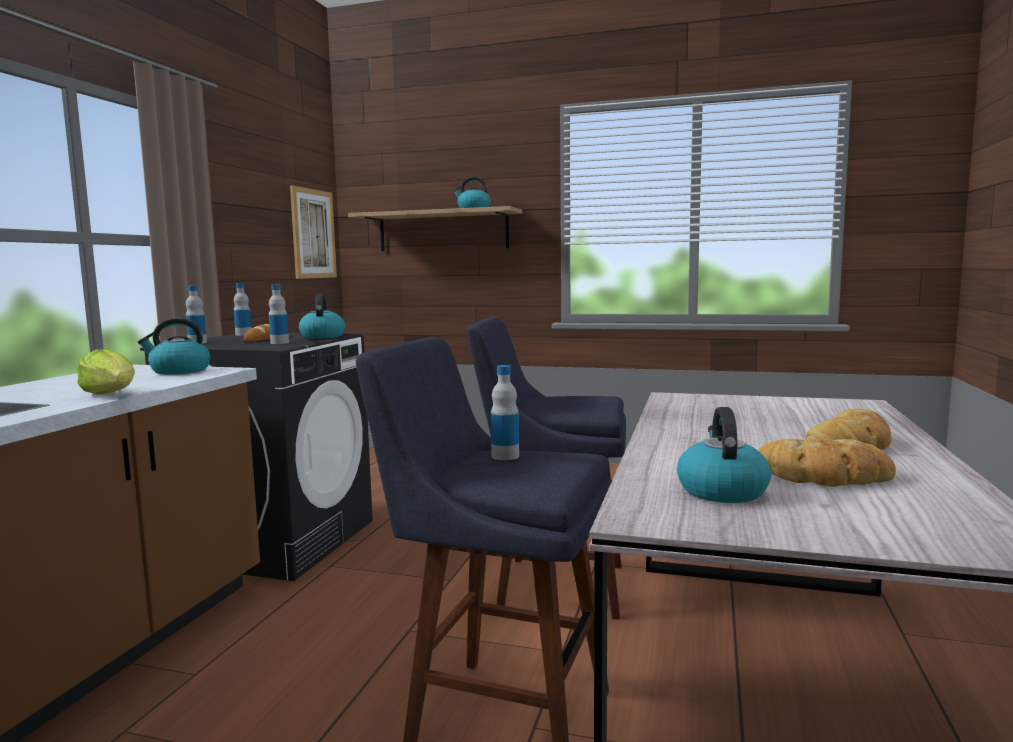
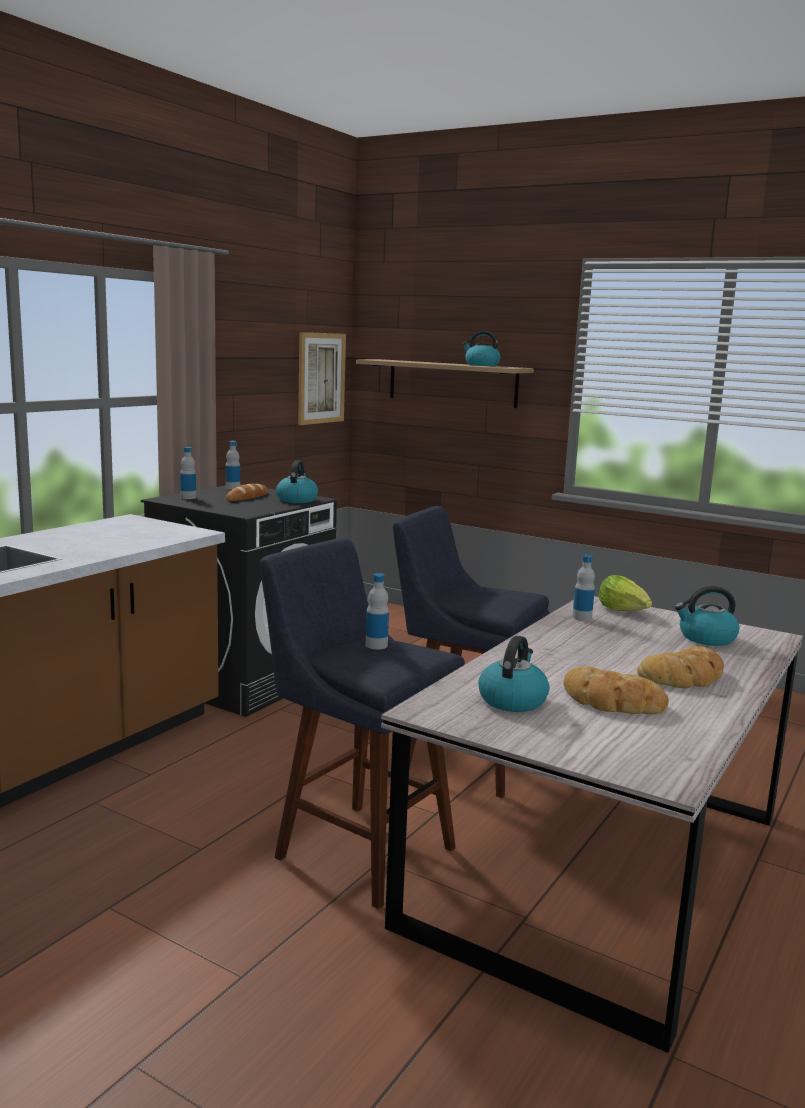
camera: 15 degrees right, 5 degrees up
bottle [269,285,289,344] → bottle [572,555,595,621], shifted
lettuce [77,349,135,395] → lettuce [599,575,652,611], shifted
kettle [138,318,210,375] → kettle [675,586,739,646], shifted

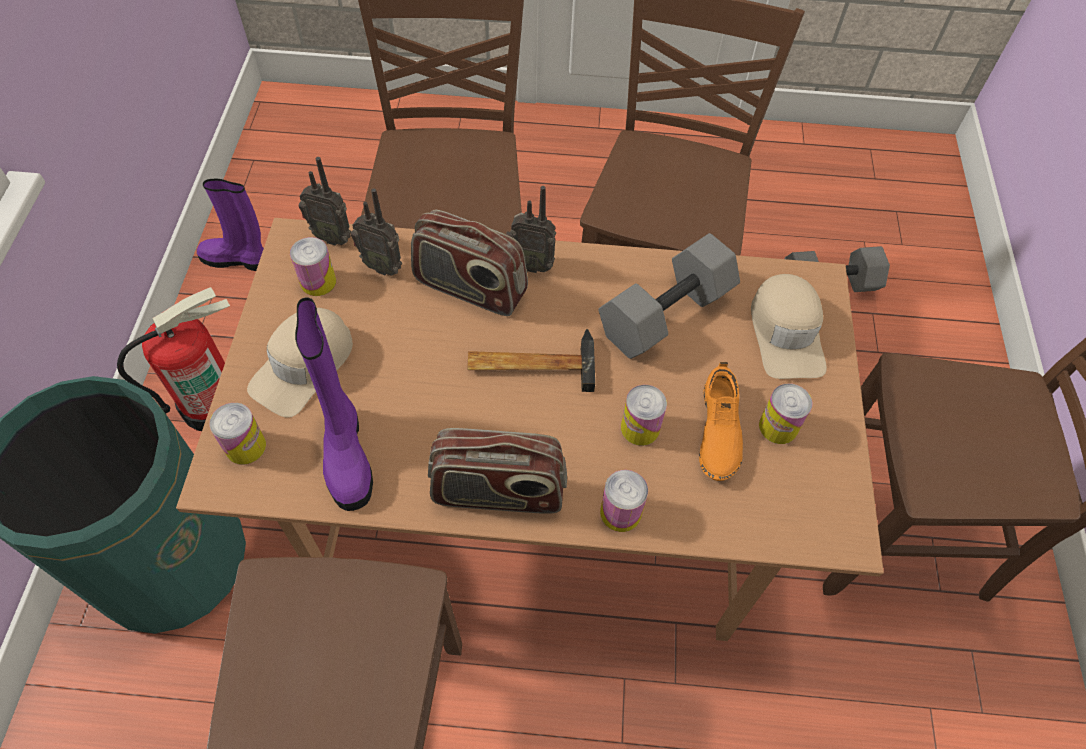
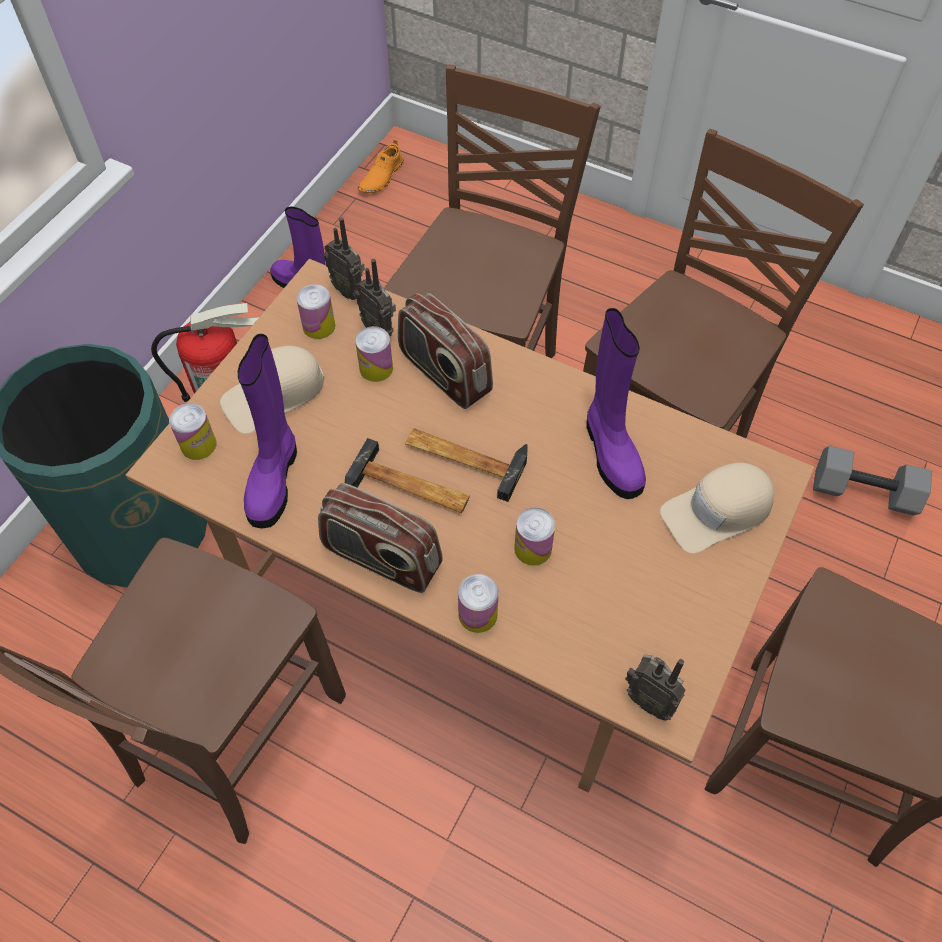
camera: 25 degrees right, 0 degrees up
- → hammer [344,438,470,513]
can [759,383,813,444] → can [355,326,393,382], shifted
orange_shoe [699,362,743,481] → orange_shoe [358,140,404,193], shifted
grey_dumbbell [599,233,740,359] → purple_boot [586,308,646,499]
radio [506,186,556,273] → radio [625,654,686,721], shifted
beige_cap [751,274,827,379] → beige_cap [660,463,774,553], 45 degrees clockwise

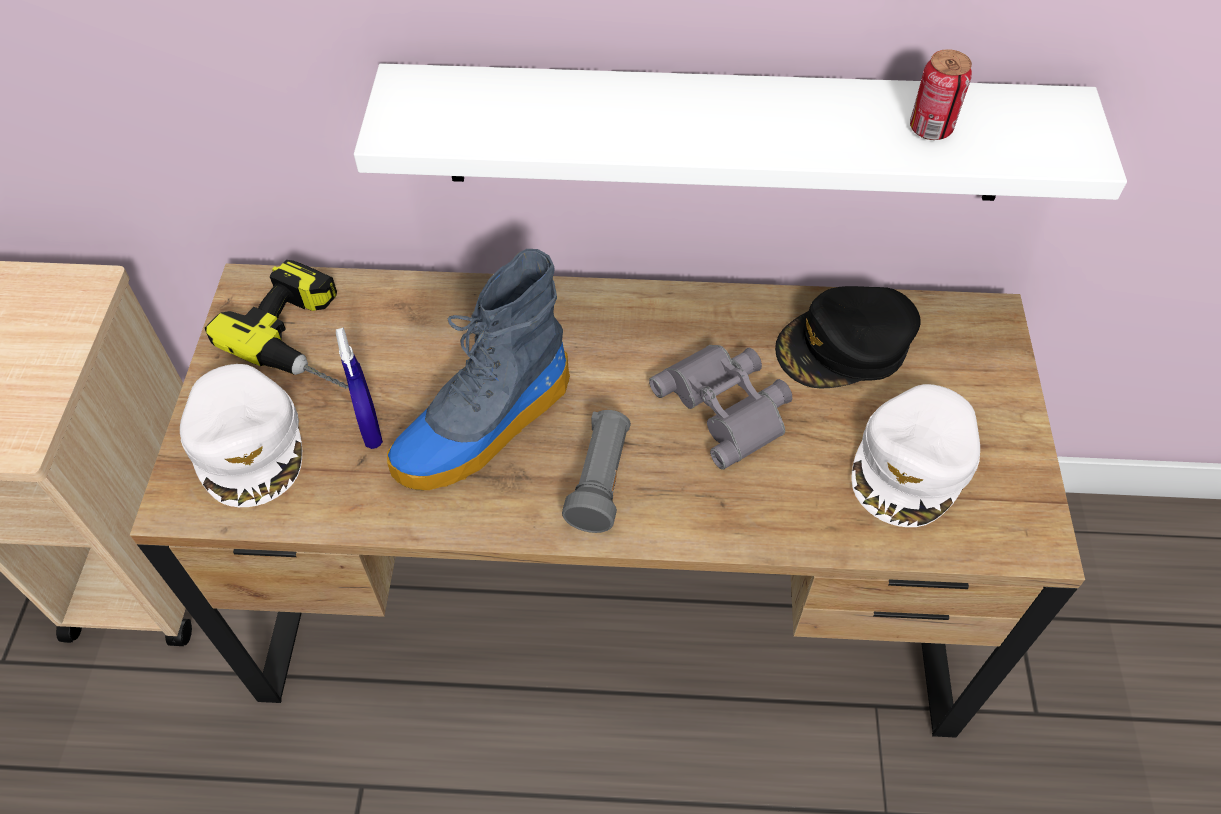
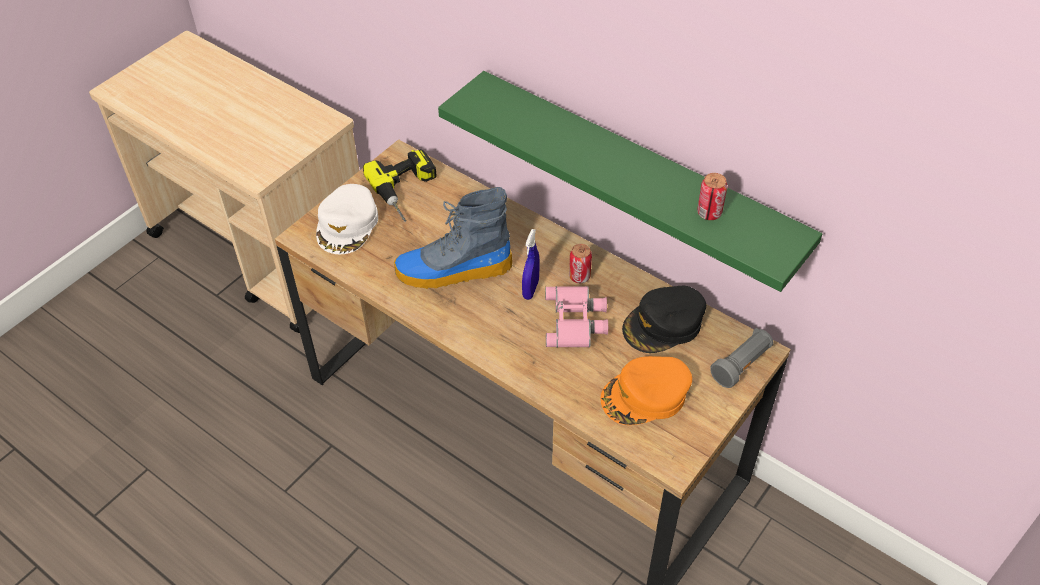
camera: 35 degrees right, 5 degrees down
white_shelf [354,63,1127,201] → green_shelf [438,71,822,292]
blue_spray_bottle [336,328,383,449] → blue_spray_bottle [522,229,539,300], shifted
grey_binoculars [649,345,792,470] → pink_binoculars [545,286,608,348]
- → can [569,244,592,283]
white_cap [851,384,980,527] → orange_cap [601,356,692,425]
black_cap [775,286,921,389] → black_cap [622,286,706,353], 45 degrees counterclockwise
grey_flashlight [562,410,631,533] → grey_flashlight [710,328,774,388], shifted

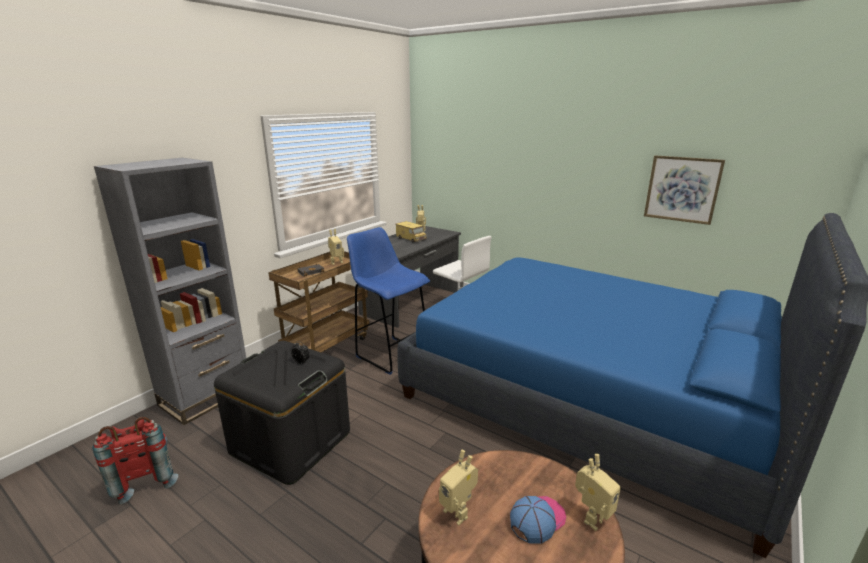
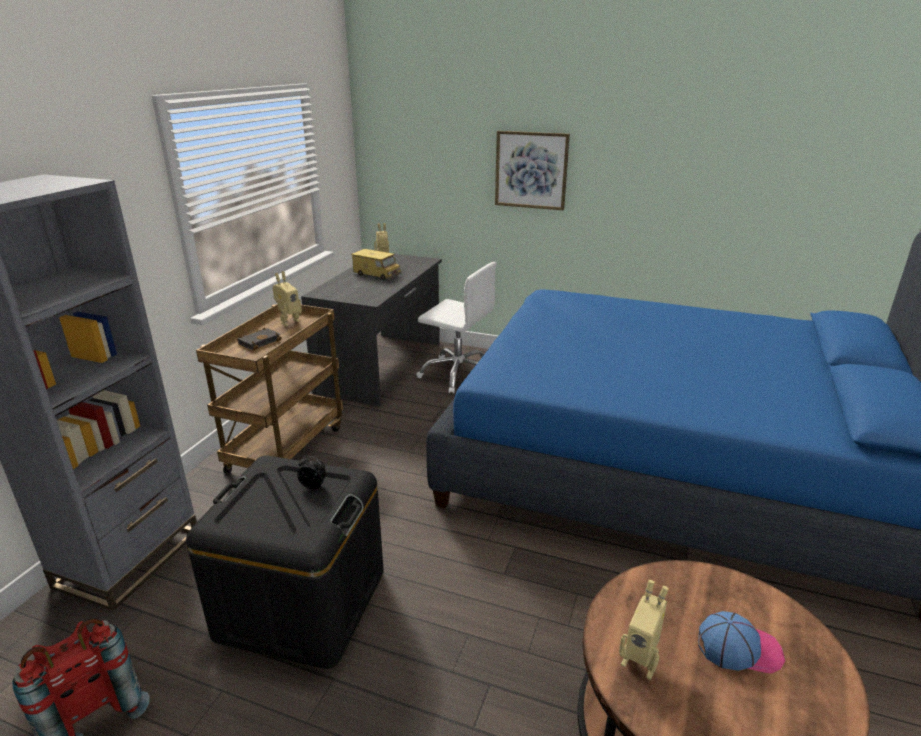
camera: 15 degrees left, 5 degrees up
picture [644,155,725,225] → picture [495,131,570,210], shifted
cap [510,496,566,544] → cap [698,611,785,674], 60 degrees clockwise
blue_stool [347,227,430,375] → -
toy_robot [575,454,621,531] → -

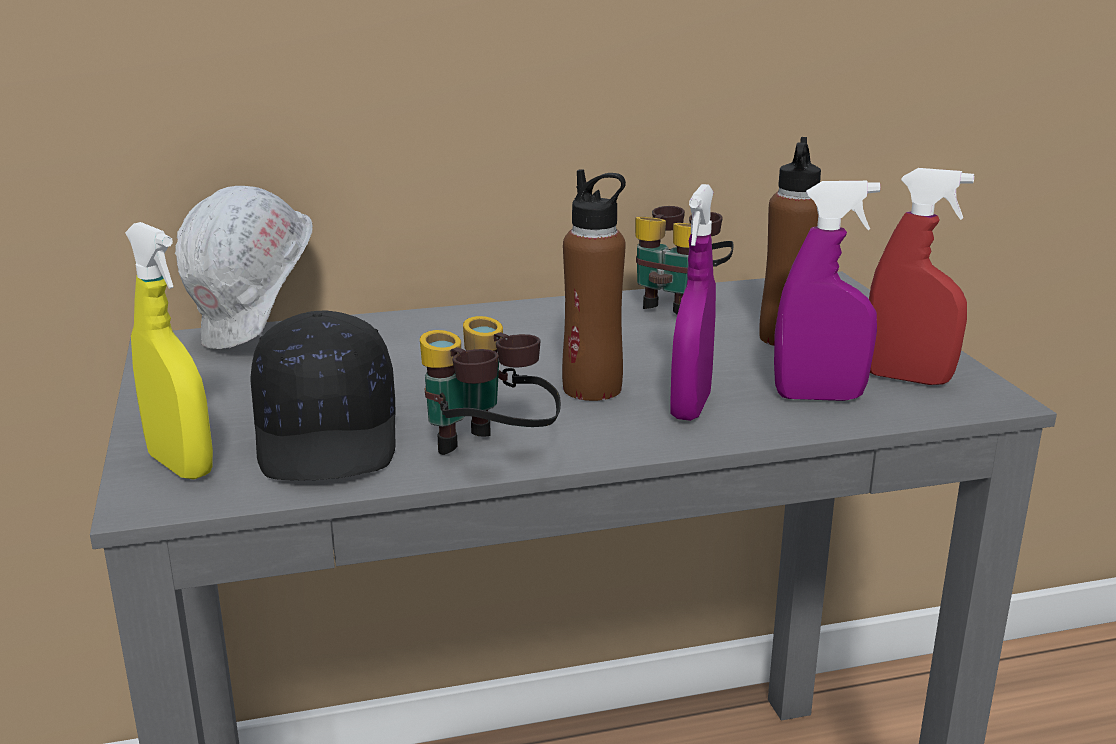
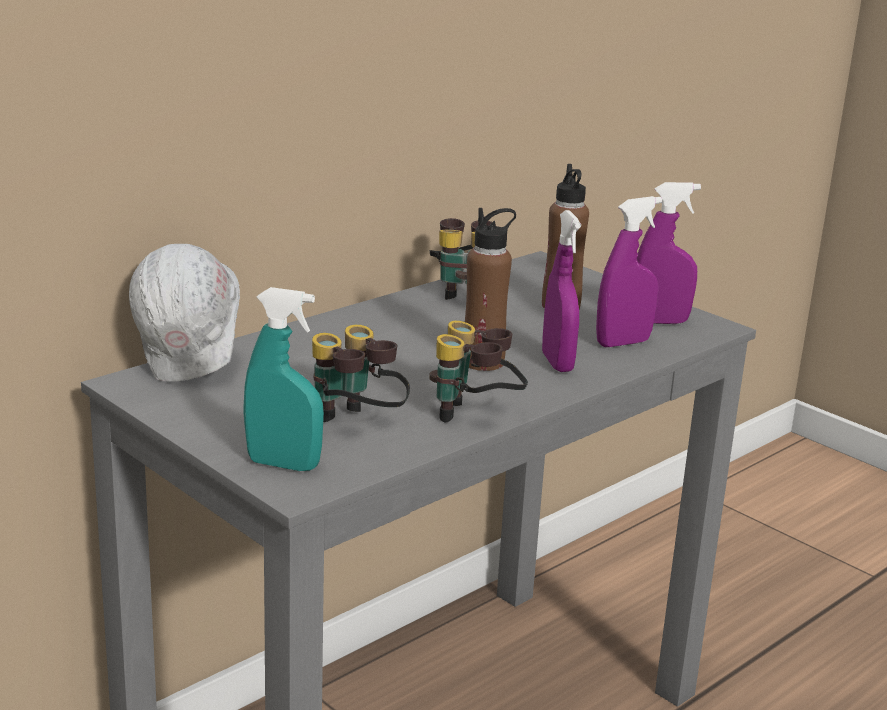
camera: 30 degrees left, 0 degrees up
yellow_spray_bottle [125,222,213,480] → turquoise_spray_bottle [243,287,324,471]
black_cap [250,311,396,480] → binoculars [312,325,410,422]
red_spray_bottle [869,168,974,385] → purple_spray_bottle [637,182,701,324]

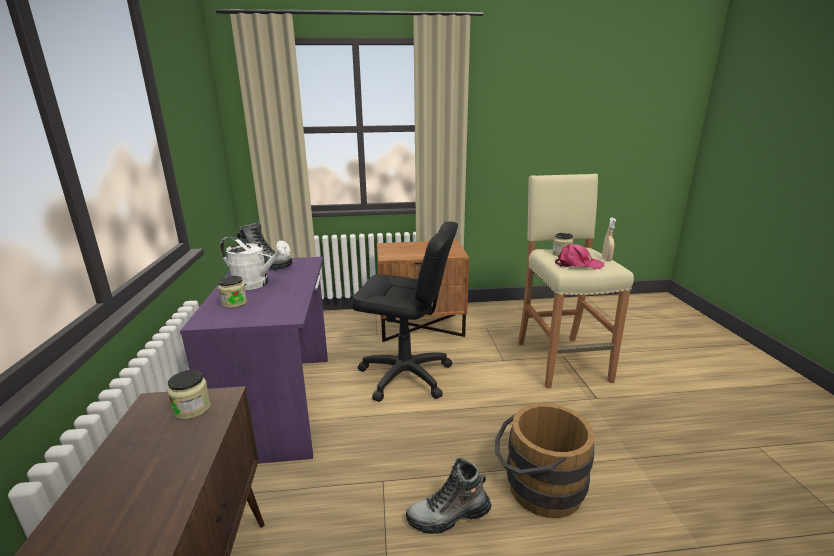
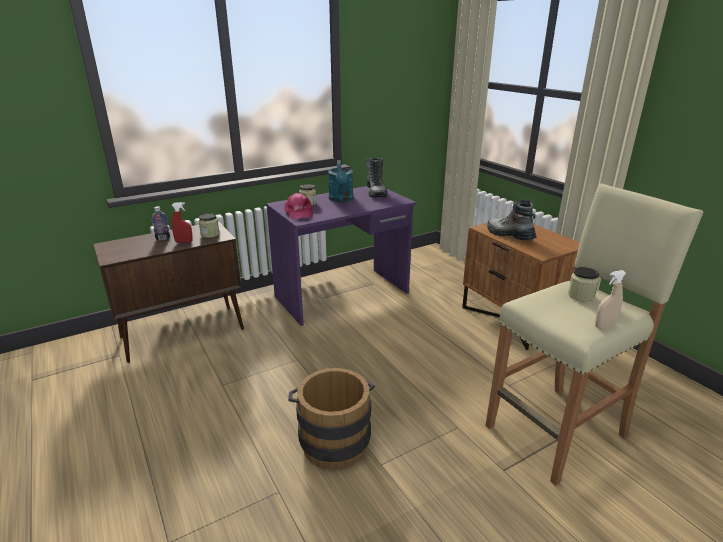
camera: 65 degrees right, 5 degrees up
- → bottle [151,206,170,240]
- → red_spray_bottle [172,202,193,243]
pink_cap [555,244,604,269] → pink_cap [284,193,313,219], shifted
white_watering_can [220,236,290,290] → turquoise_watering_can [328,160,354,202]
boot [406,457,491,534] → boot [487,199,536,240], shifted
black_office_chair [351,222,458,402] → -

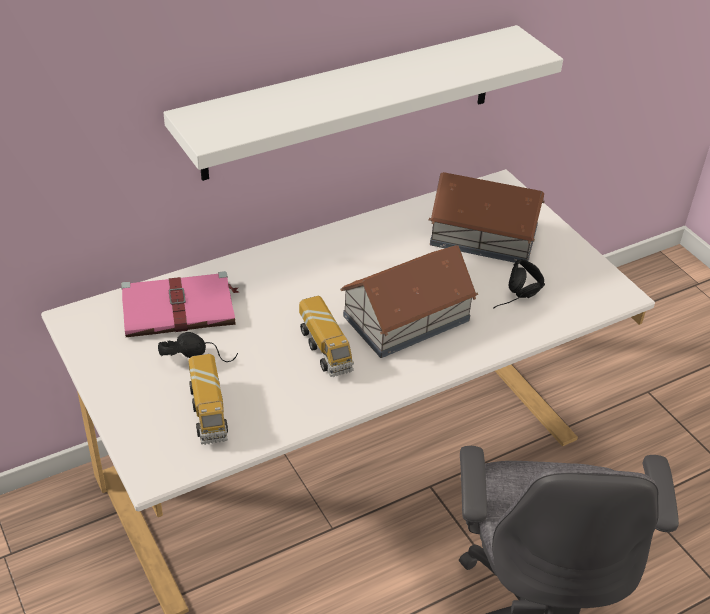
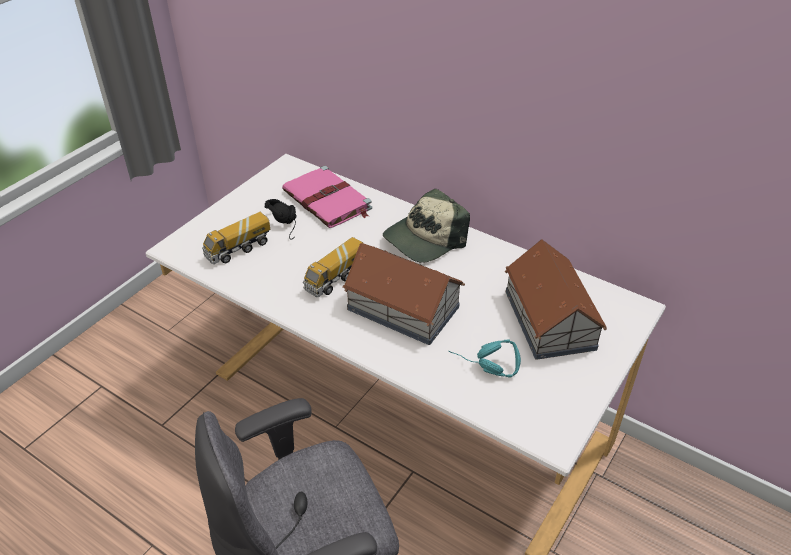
camera: 65 degrees right, 0 degrees up
- → cap [383,189,470,263]
black_headphones [493,259,545,308] → turquoise_headphones [449,340,521,377]
white_shelf [163,25,563,181] → -

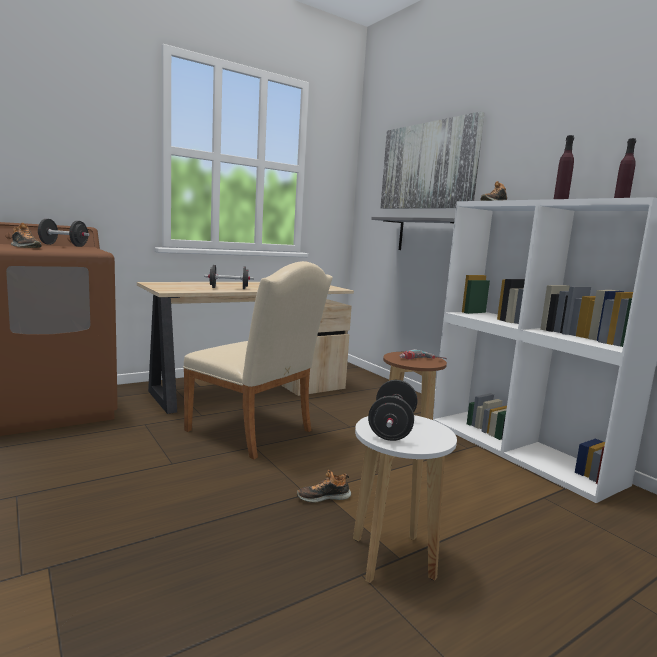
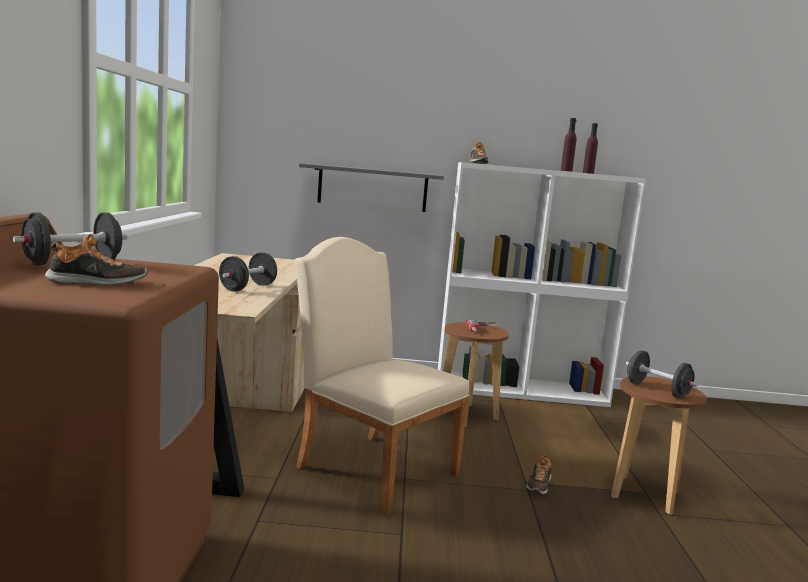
camera: 55 degrees left, 0 degrees up
beige_chair [183,261,333,459] → beige_chair [294,237,470,515], 120 degrees counterclockwise
white_stool [353,415,457,583] → brown_stool [611,376,707,515]
picture [380,111,485,209] → -

